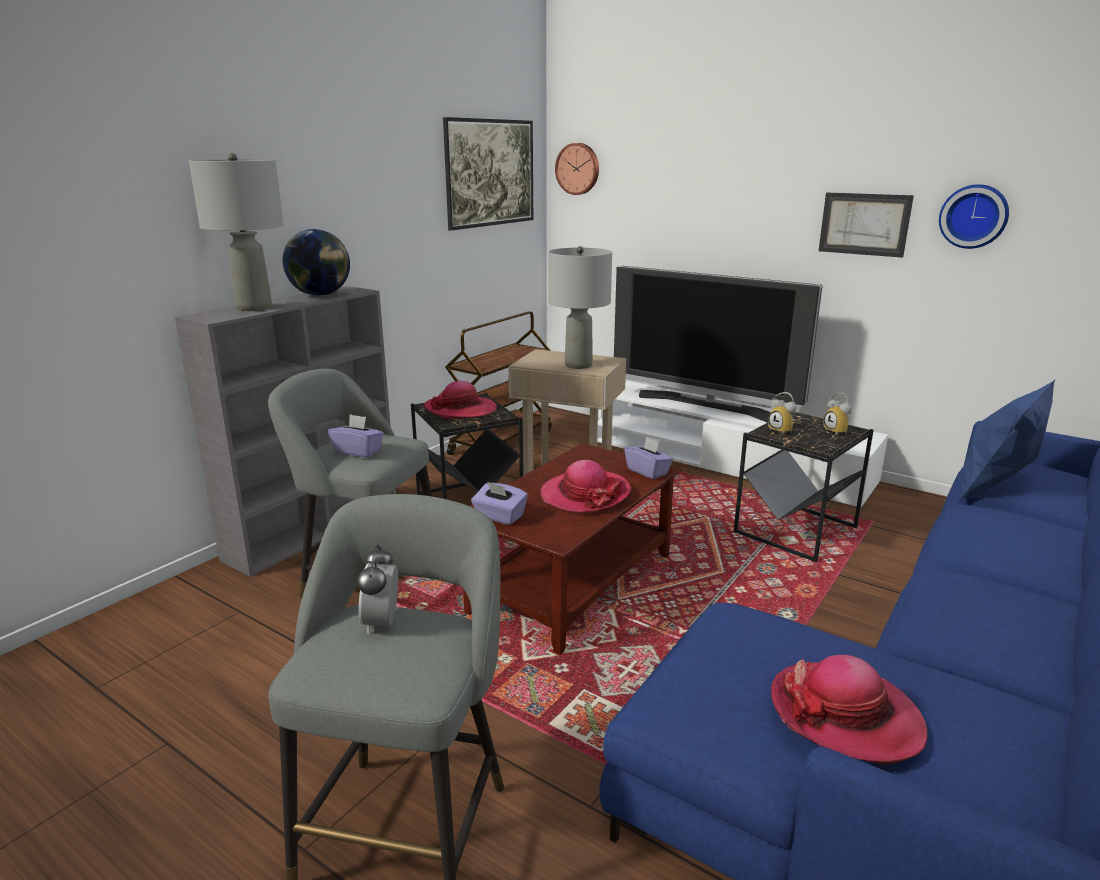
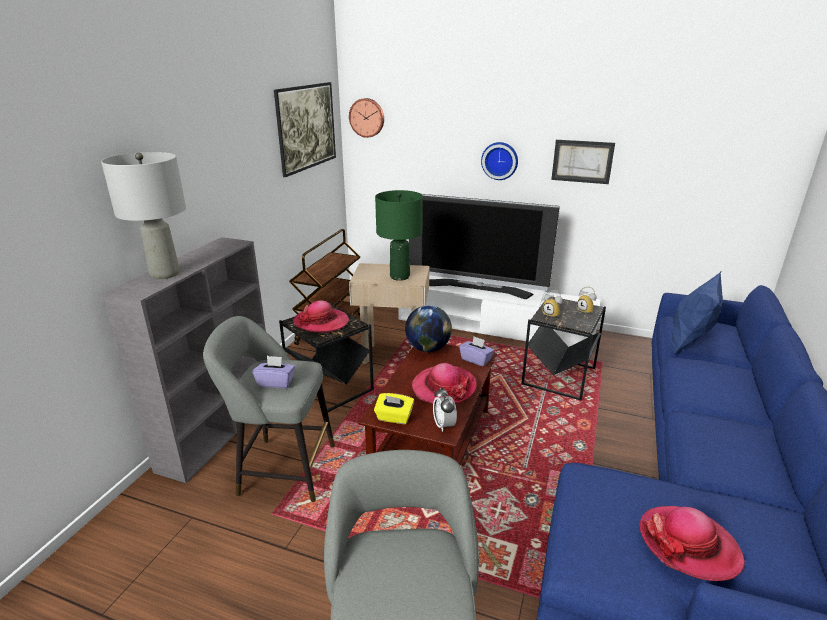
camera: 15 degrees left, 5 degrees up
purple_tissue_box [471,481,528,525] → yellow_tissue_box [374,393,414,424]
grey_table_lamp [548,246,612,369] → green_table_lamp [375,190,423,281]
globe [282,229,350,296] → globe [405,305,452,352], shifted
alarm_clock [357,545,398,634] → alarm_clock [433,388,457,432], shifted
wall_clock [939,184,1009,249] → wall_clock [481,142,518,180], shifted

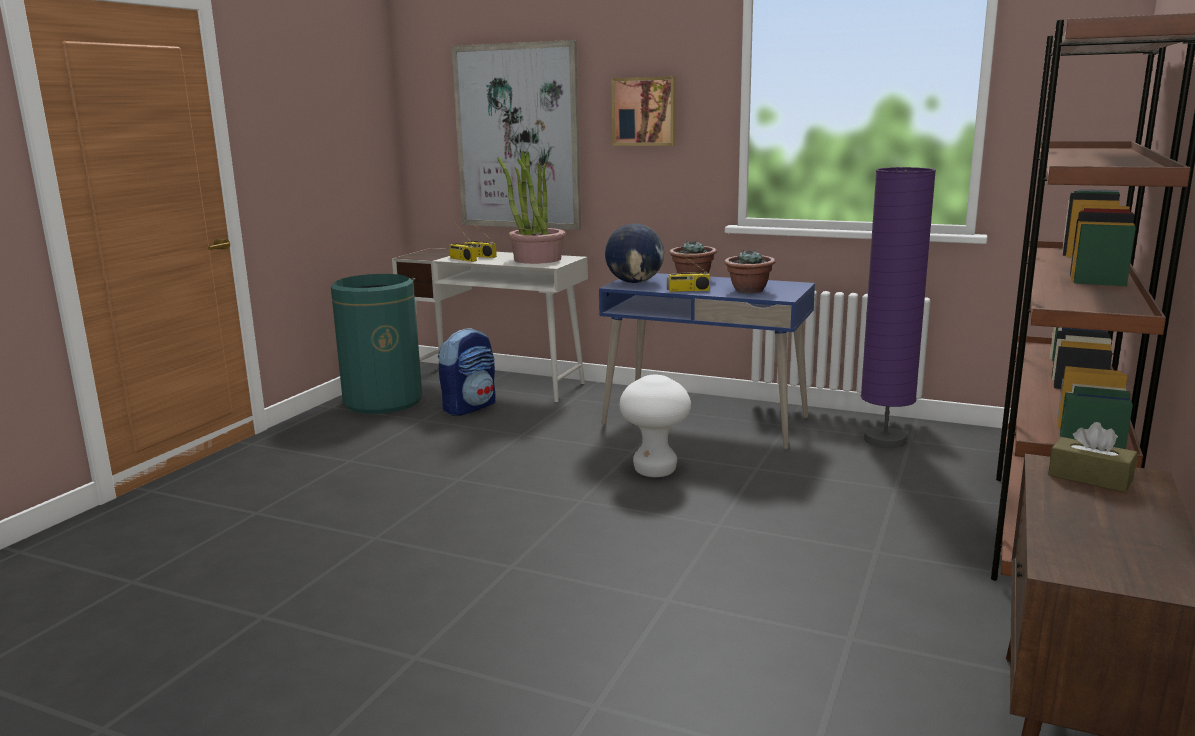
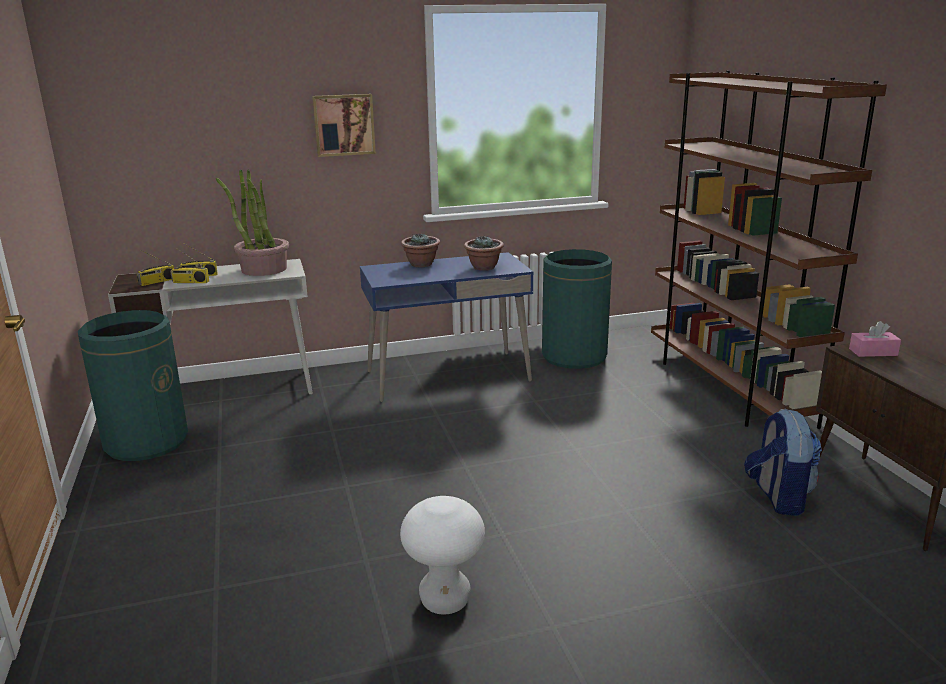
camera: 40 degrees left, 5 degrees up
radio [667,250,710,292] → radio [137,250,175,286], shifted
white_stool [619,375,691,477] → white_stool [400,496,485,614], shifted
purple_floor_lamp [861,167,936,448] → green_trash_can [542,249,612,369]
backpack [438,328,495,416] → backpack [744,409,822,516], shifted
brown_tissue_box [1048,422,1138,492] → pink_tissue_box [849,321,901,357]
picture [452,40,581,230] → -
globe [605,223,664,283] → -

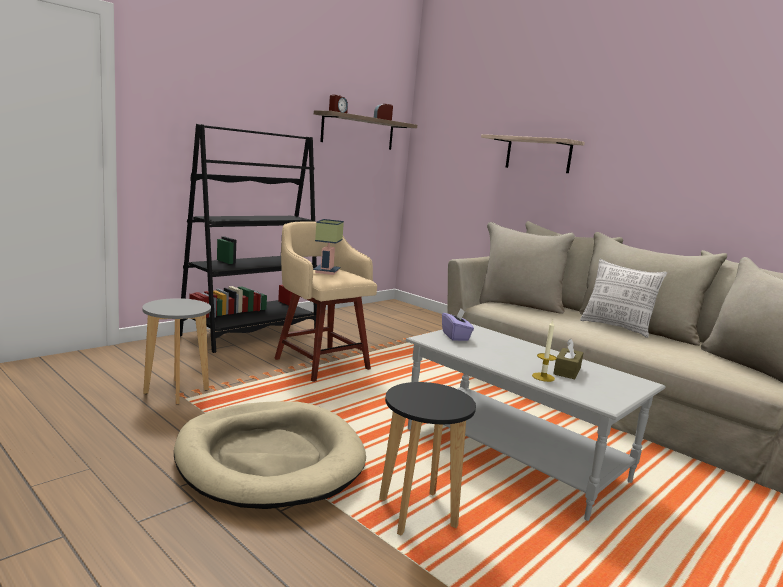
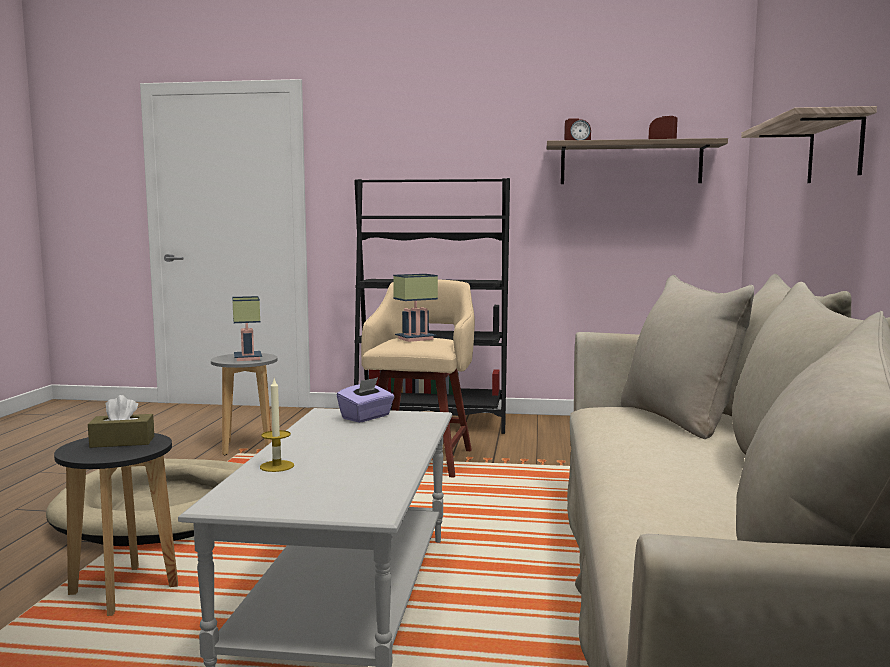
camera: 55 degrees right, 5 degrees down
brown_tissue_box [553,339,583,379] → brown_tissue_box [88,395,154,448], shifted
- → table_lamp [232,296,262,361]
pillow [580,259,667,338] → -

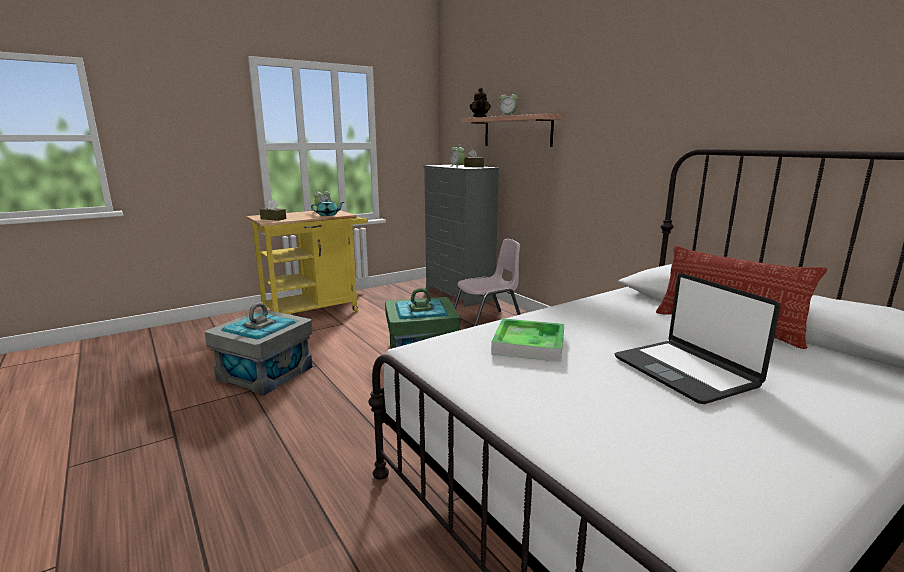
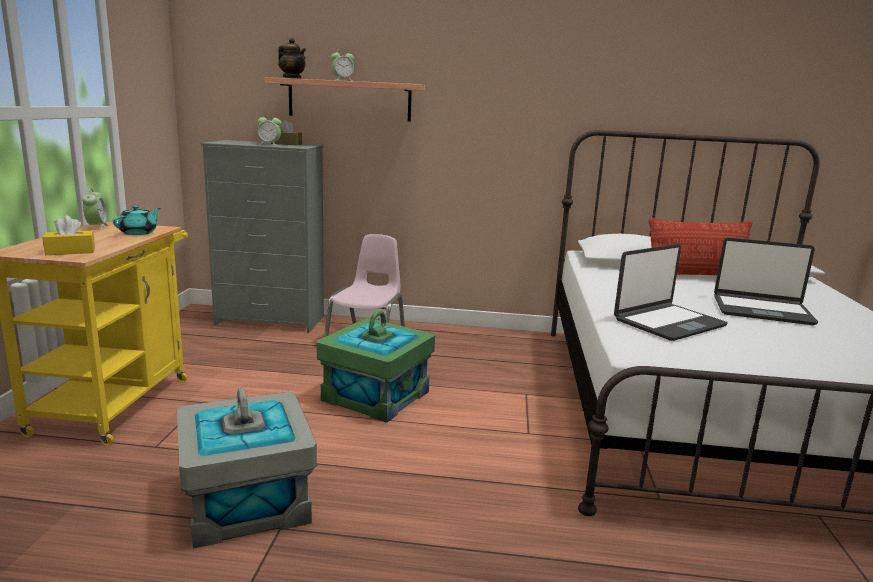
camera: 50 degrees left, 0 degrees up
brown_tissue_box [260,199,286,221] → yellow_tissue_box [42,216,95,255]
tray [491,318,564,362] → laptop [614,244,728,341]

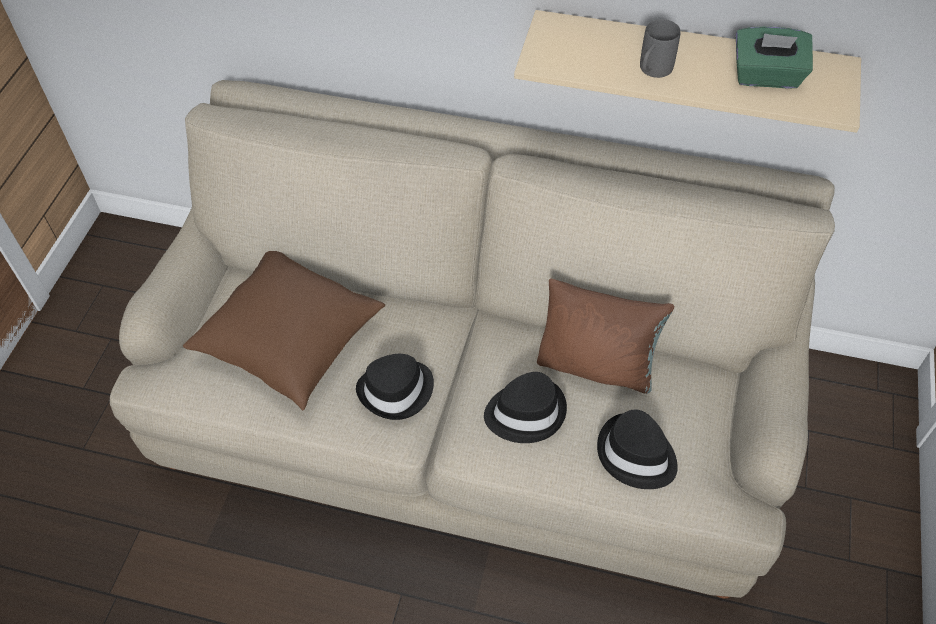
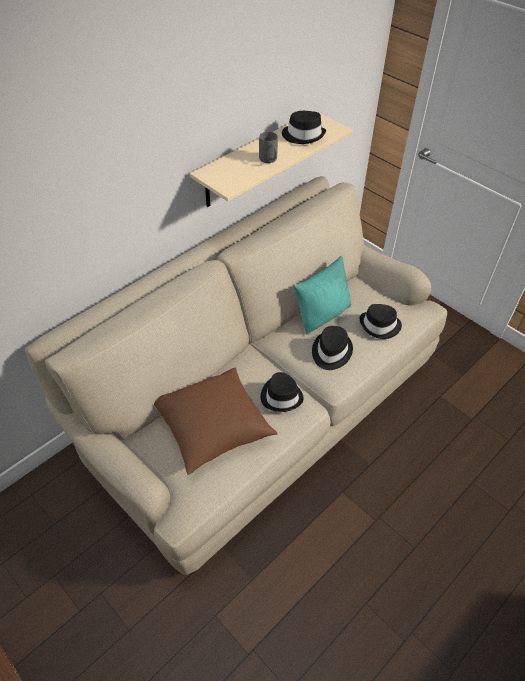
camera: 60 degrees left, 5 degrees down
green_tissue_box [736,27,813,89] → black_hat [282,111,326,144]
brown_pillow [537,278,674,394] → turquoise_pillow [294,256,351,334]

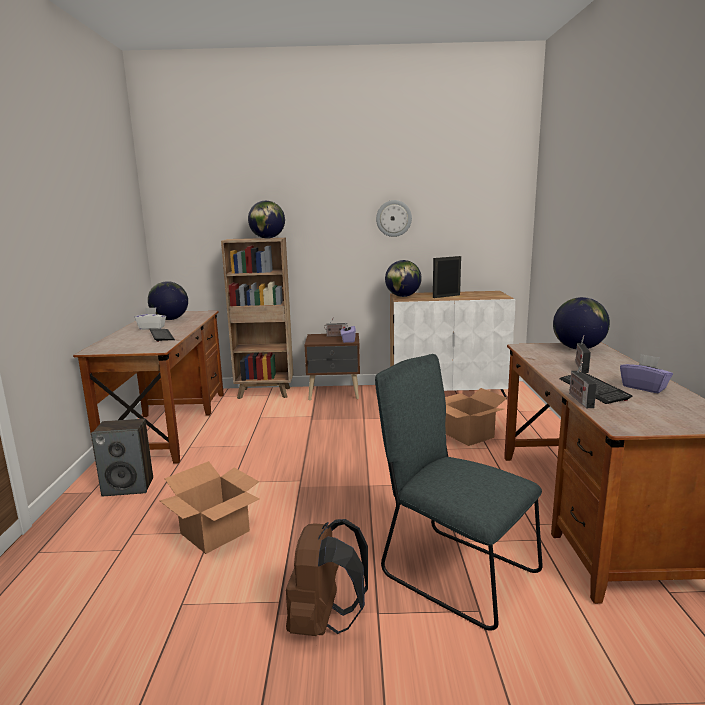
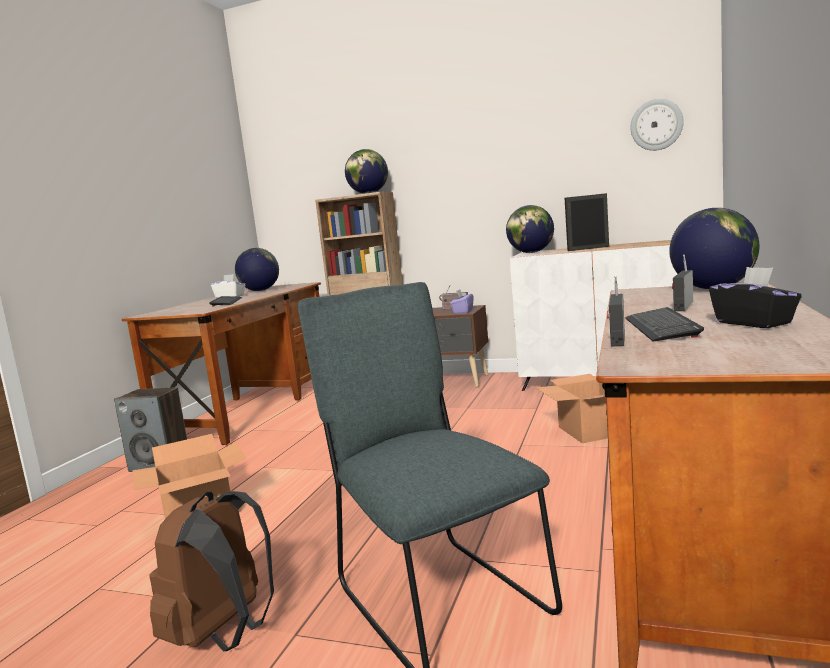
camera: 20 degrees right, 5 degrees down
wall_clock [376,200,412,237] → wall_clock [630,99,684,151], shifted
purple_tissue_box [620,354,673,393] → black_tissue_box [709,267,802,328]

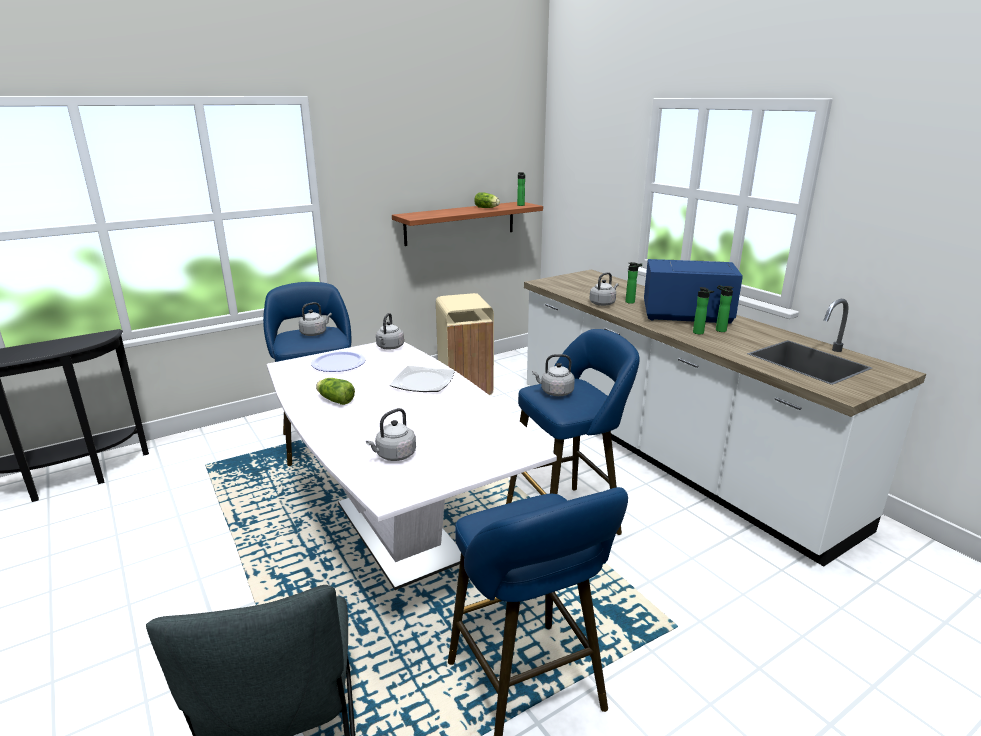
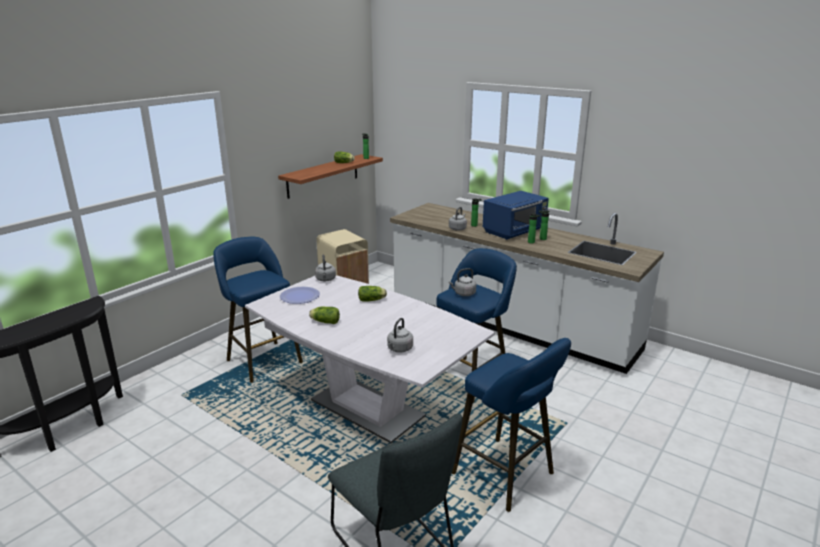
camera: 20 degrees left, 0 degrees up
plate [390,366,455,392] → lettuce [358,286,387,302]
blue_microwave [644,259,743,323] → blue_microwave [483,191,549,240], 150 degrees clockwise
grey_kettle [299,302,332,336] → -

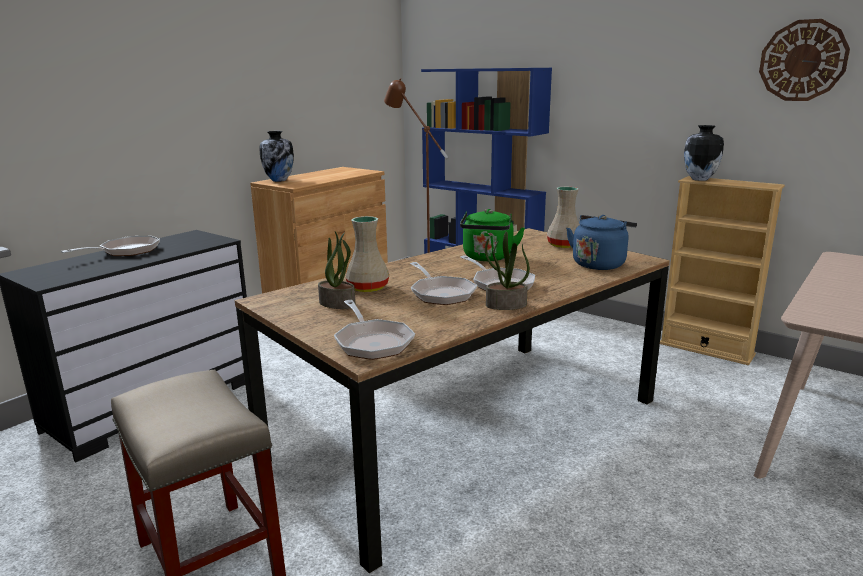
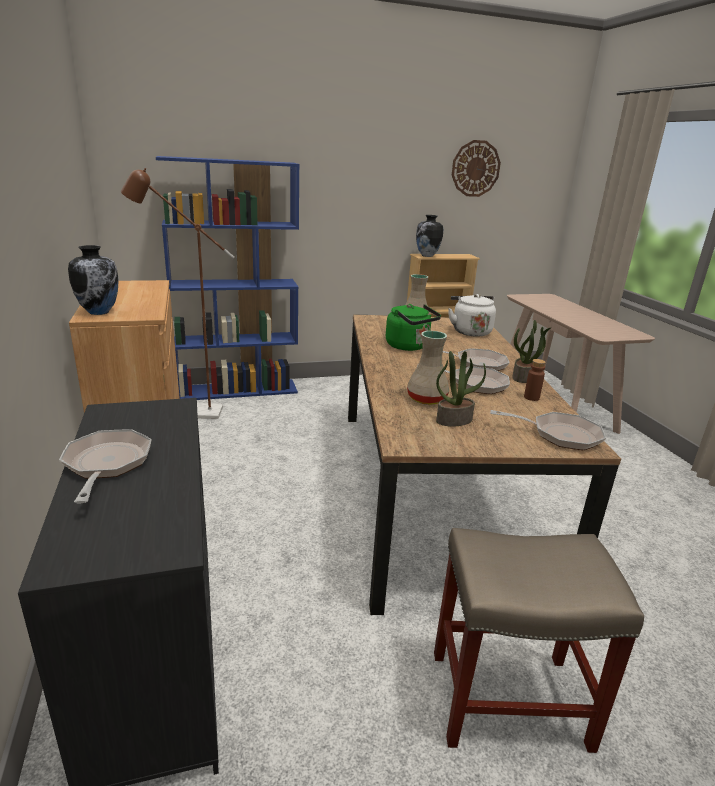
camera: 55 degrees left, 5 degrees up
blue_kettle [566,215,637,270] → white_kettle [448,294,496,337]
- → brown_bottle [524,359,546,401]

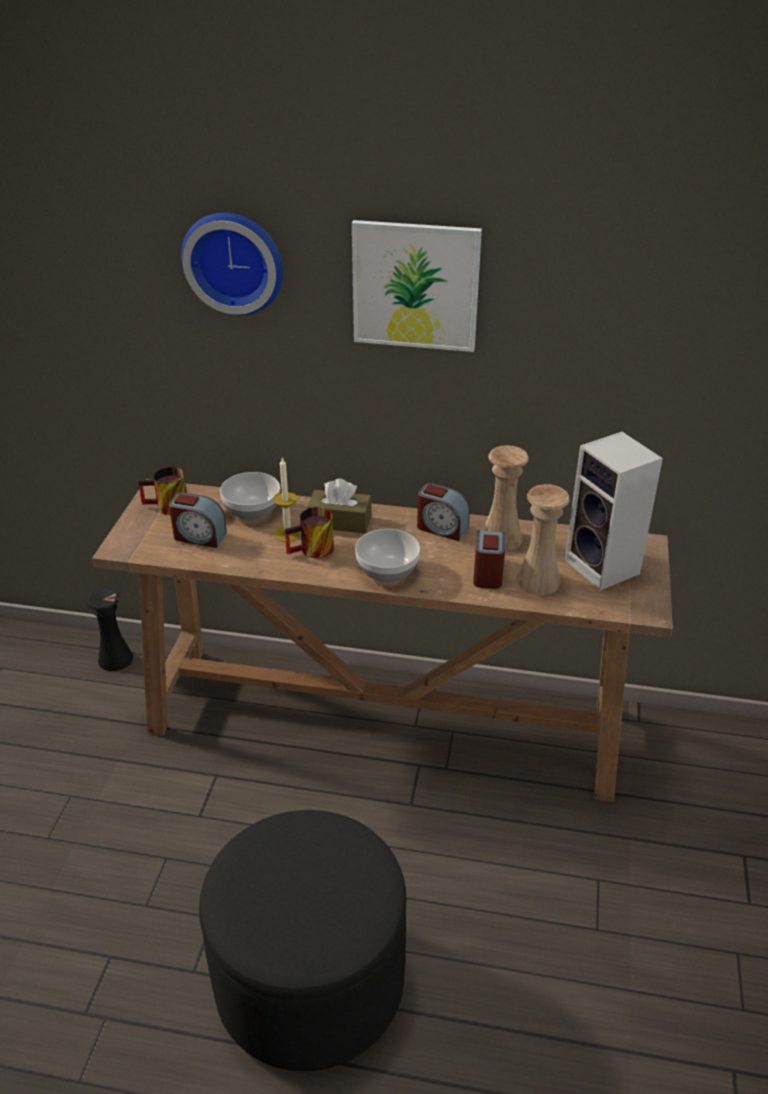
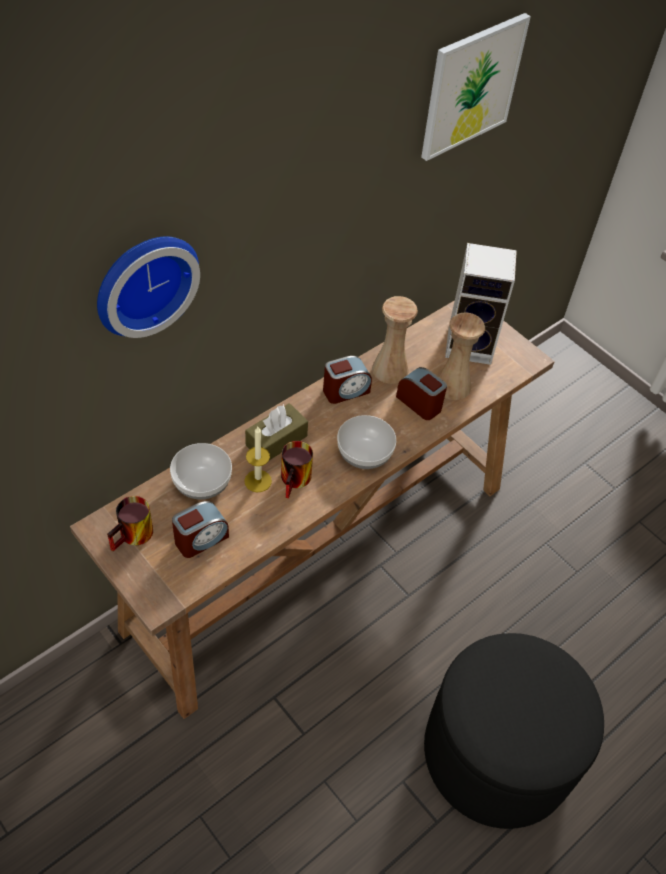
camera: 55 degrees left, 15 degrees up
picture [352,220,482,352] → picture [421,13,531,161], shifted
black_vase [86,588,133,671] → -

